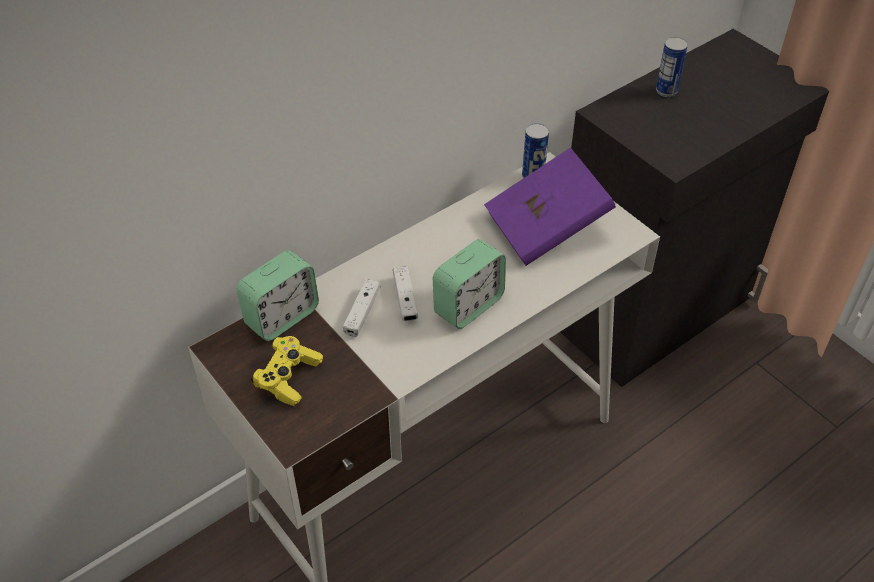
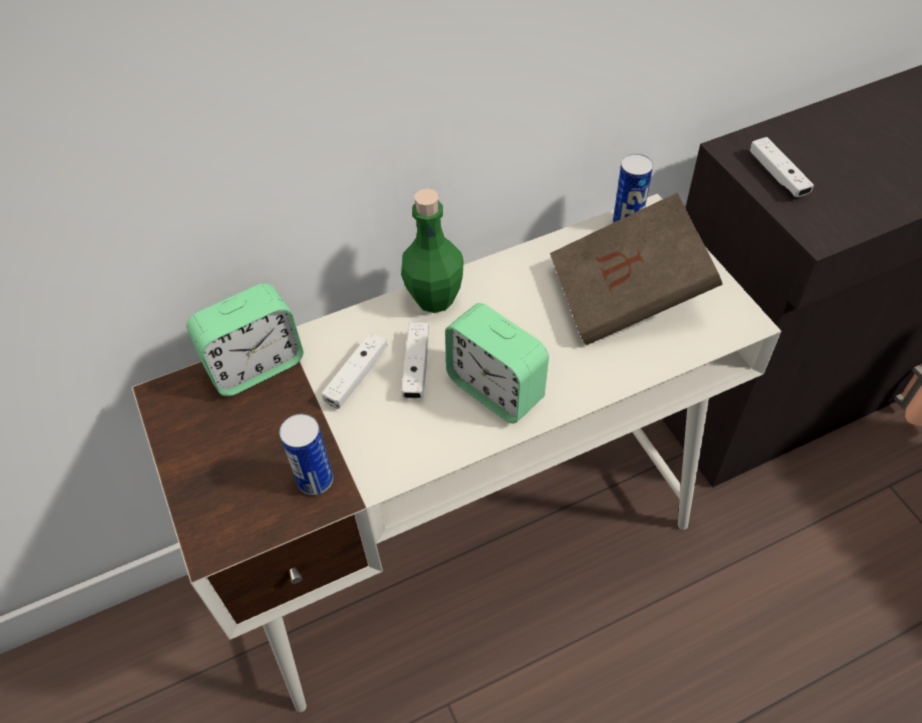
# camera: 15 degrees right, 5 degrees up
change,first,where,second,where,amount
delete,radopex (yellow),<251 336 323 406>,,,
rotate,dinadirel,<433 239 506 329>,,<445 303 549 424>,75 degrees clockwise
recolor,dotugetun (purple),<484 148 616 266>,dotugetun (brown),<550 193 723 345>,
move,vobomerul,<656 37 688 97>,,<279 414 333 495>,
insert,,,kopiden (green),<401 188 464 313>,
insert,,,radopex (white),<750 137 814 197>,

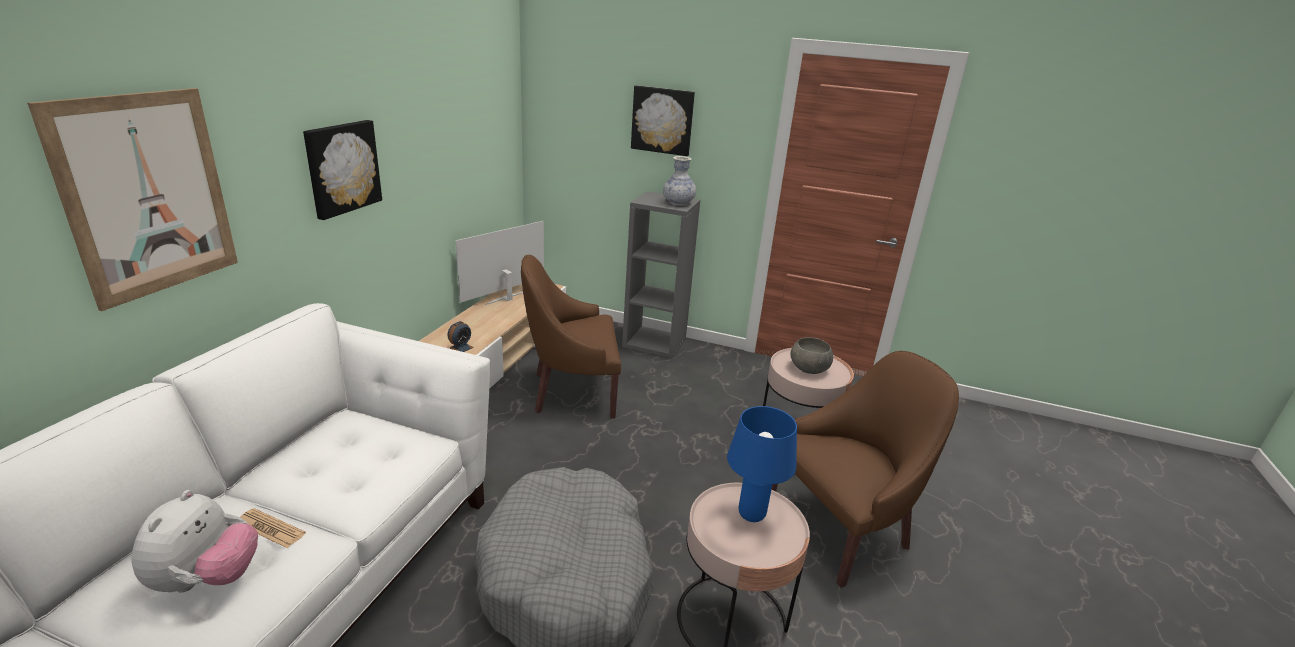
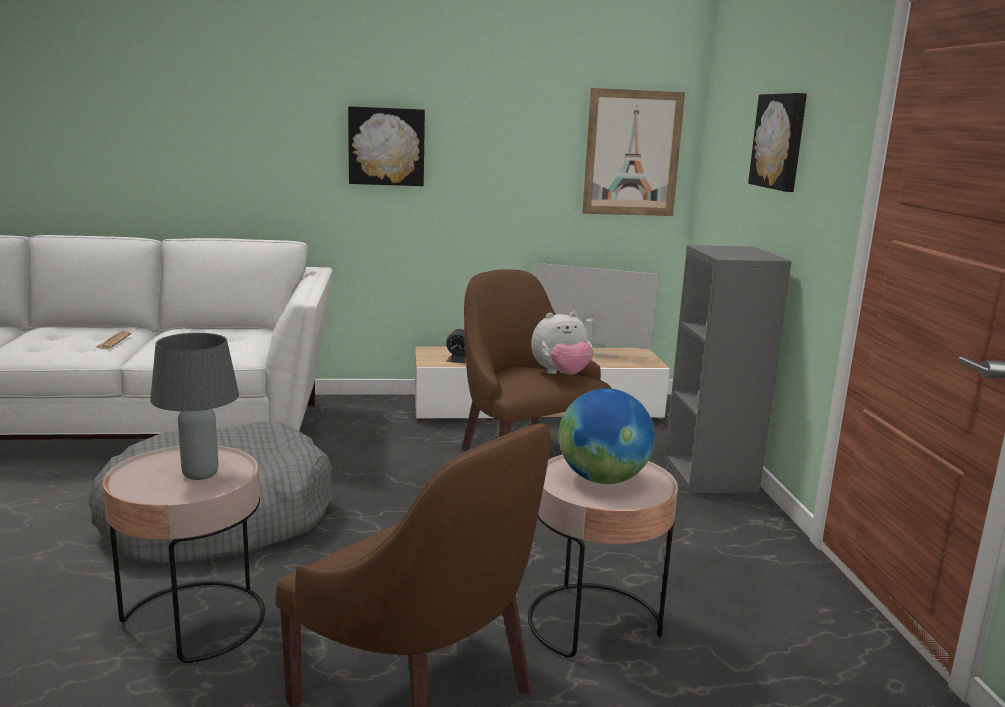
# camera: 65 degrees right, 10 degrees down
change,first,where,second,where,amount
move,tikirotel,<27 88 238 311>,,<582 88 685 216>,
move,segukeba,<132 490 258 592>,,<531 312 593 375>,
delete,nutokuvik,<663 156 696 206>,,,
recolor,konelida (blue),<727 406 797 522>,konelida (grey),<150 333 239 480>,
replace,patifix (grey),<791 337 833 374>,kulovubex,<559 388 655 484>,

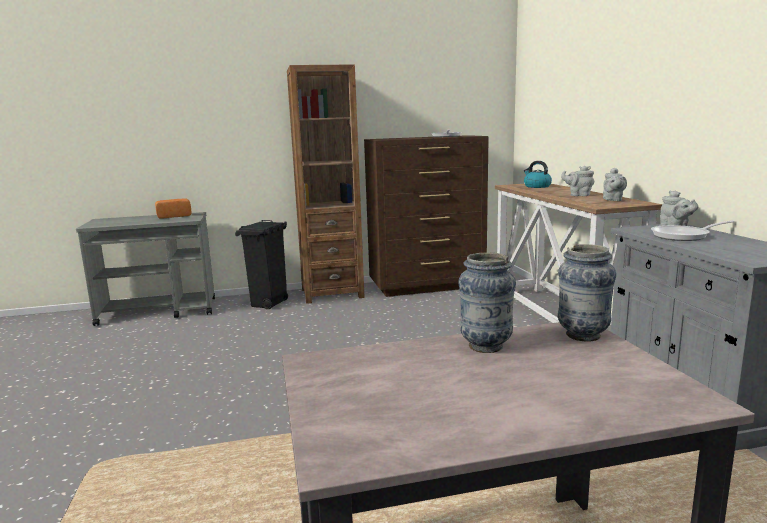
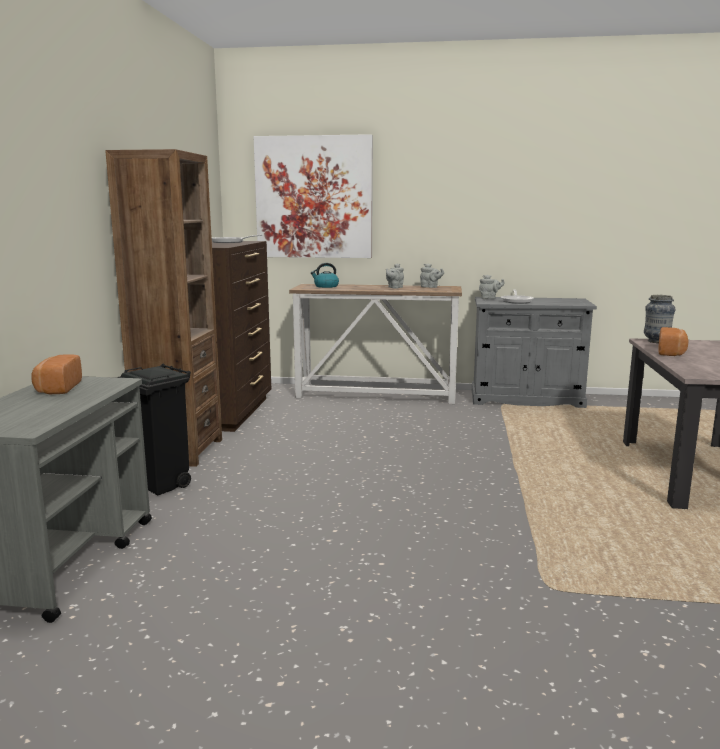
# camera: 70 degrees left, 0 degrees up
change,first,where,second,where,amount
replace,nutokuvik,<458 253 516 353>,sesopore,<659 327 688 356>,
insert,,,tikirotel,<253 134 373 258>,

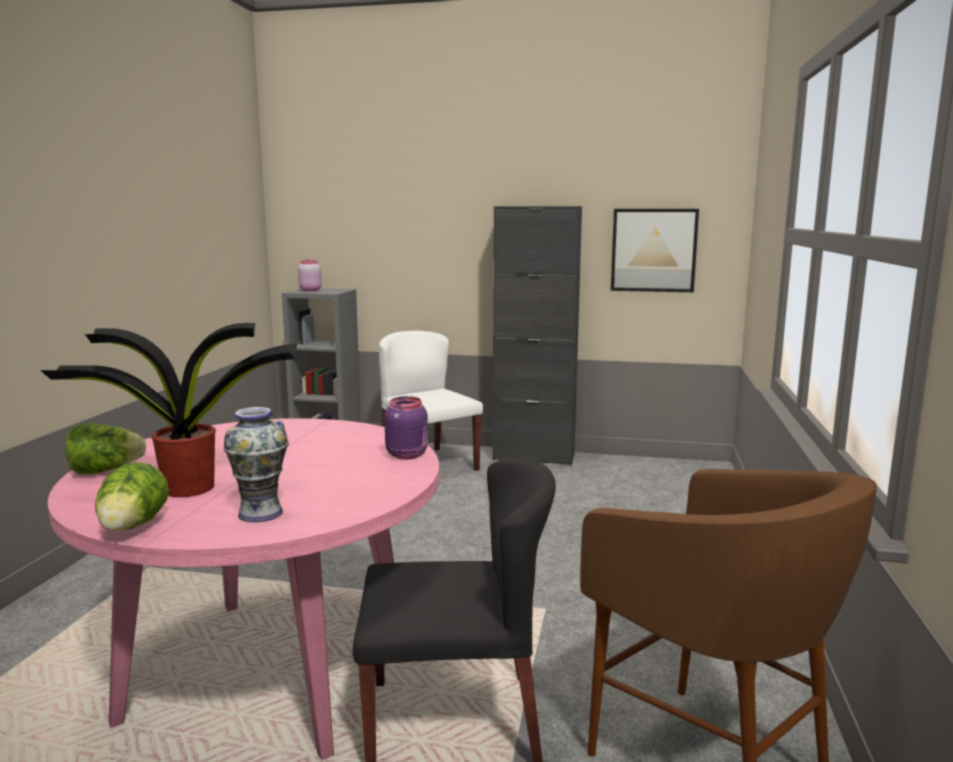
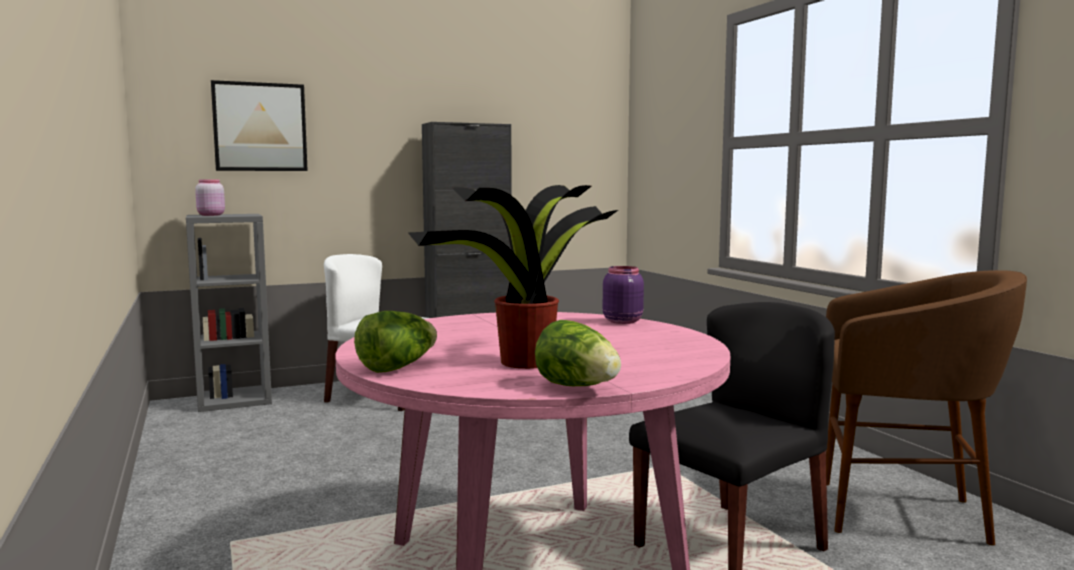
# camera: 35 degrees left, 5 degrees down
change,first,where,second,where,amount
delete,nutokuvik,<224 407 289 523>,,,
move,tikirotel,<611 209 699 292>,,<211 80 308 171>,

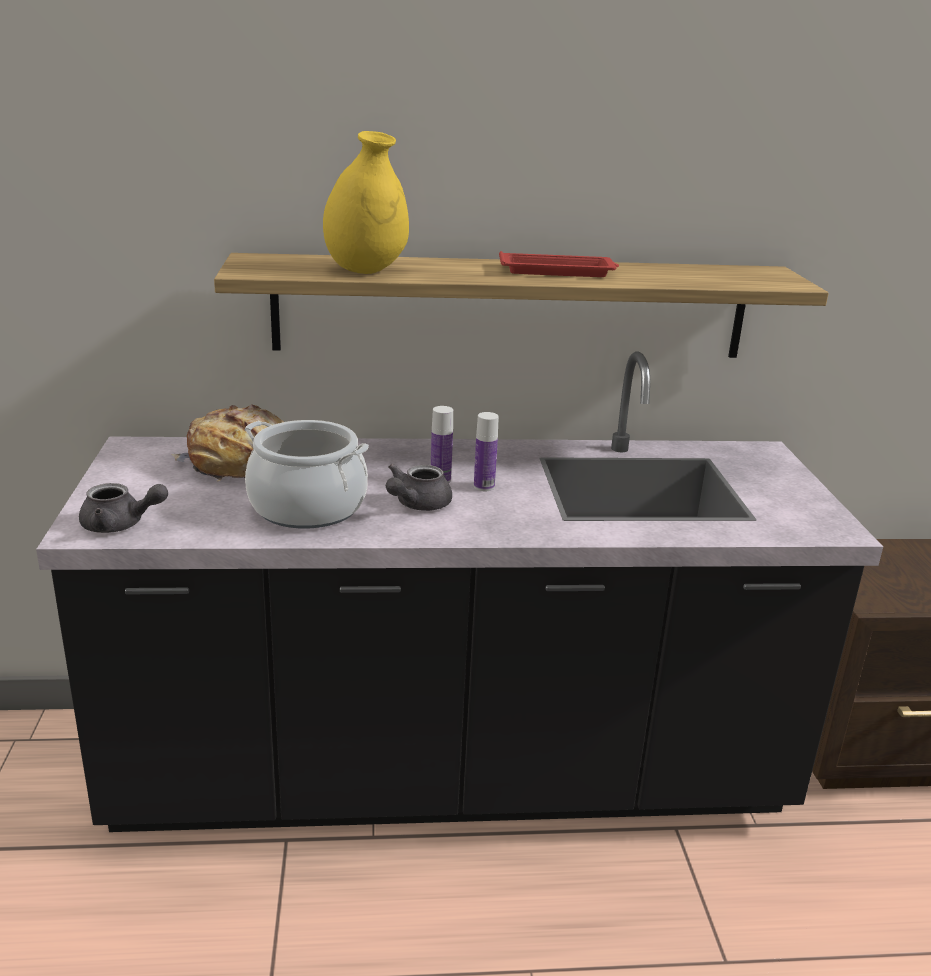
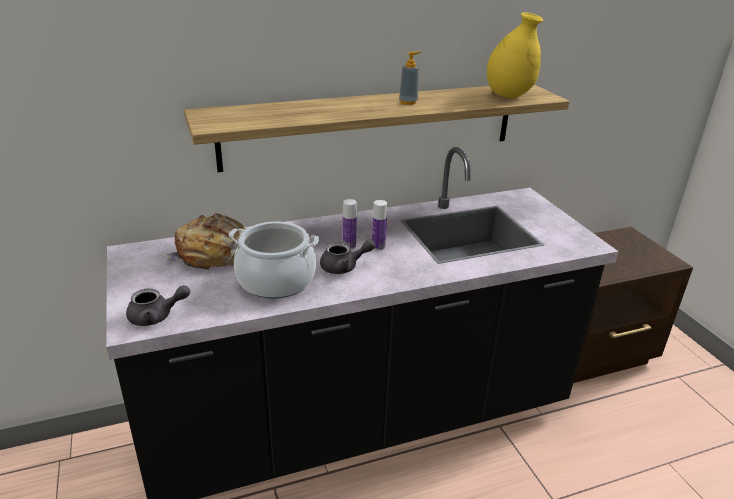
# camera: 15 degrees left, 5 degrees up
change,first,where,second,where,amount
move,nutokuvik (yellow),<323 131 409 274>,,<487 12 543 98>,
rotate,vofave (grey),<386 464 452 511>,,<320 239 376 274>,120 degrees counterclockwise
replace,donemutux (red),<499 251 619 277>,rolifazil,<399 51 421 105>,

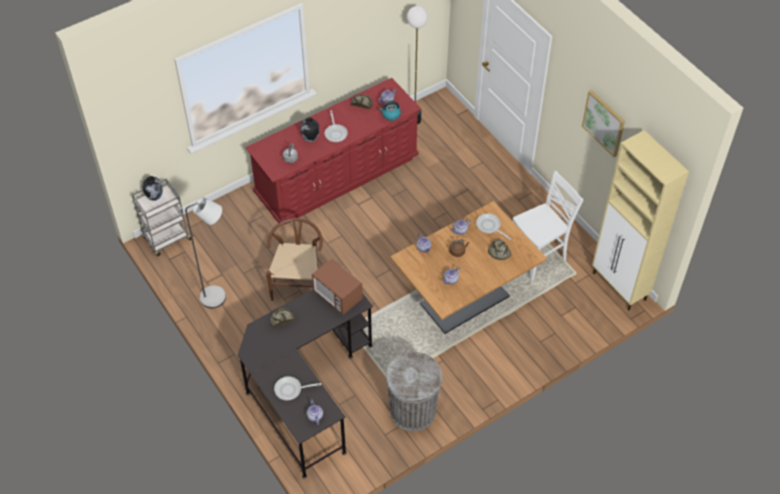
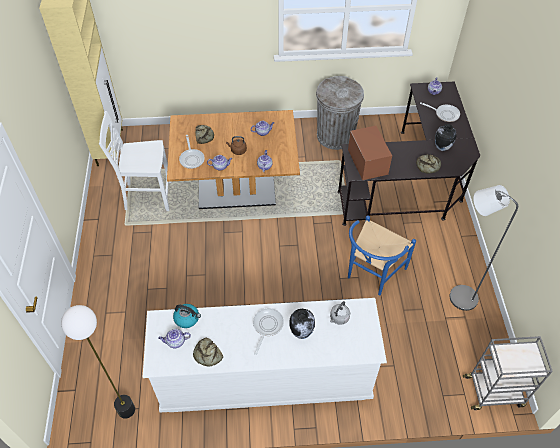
# camera: 150 degrees left, 0 degrees up
change,first,where,second,where,amount
move,nutokuvik,<142 176 163 201>,,<435 124 457 151>,
recolor,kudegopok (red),<245 78 421 225>,kudegopok (white),<142 298 387 413>,
recolor,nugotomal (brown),<266 218 323 301>,nugotomal (blue),<348 215 416 296>,
delete,tikirotel,<582 90 625 157>,,,

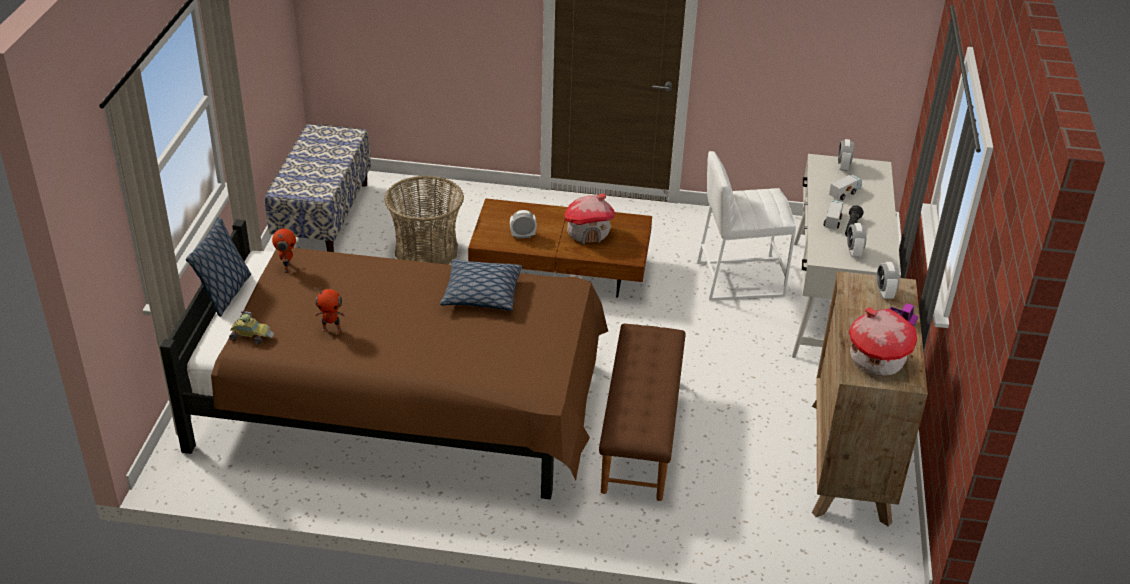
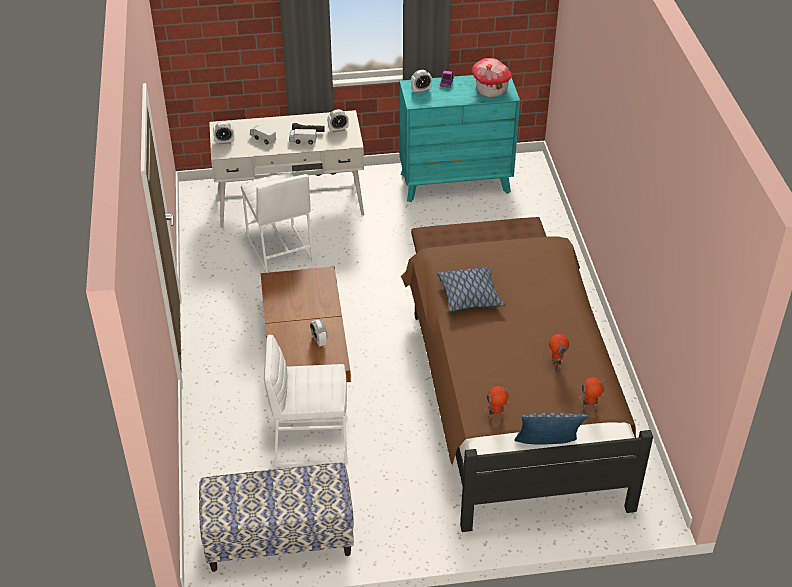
# camera: 105 degrees left, 5 degrees up
change,first,where,second,where,amount
replace,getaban,<229 310 274 345>,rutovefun,<579 377 604 410>,
replace,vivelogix,<384 175 464 265>,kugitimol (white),<264 335 347 466>,
delete,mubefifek,<565 194 615 244>,,,
recolor,kudegopok (brown),<812 271 928 527>,kudegopok (turquoise),<399 75 520 202>,

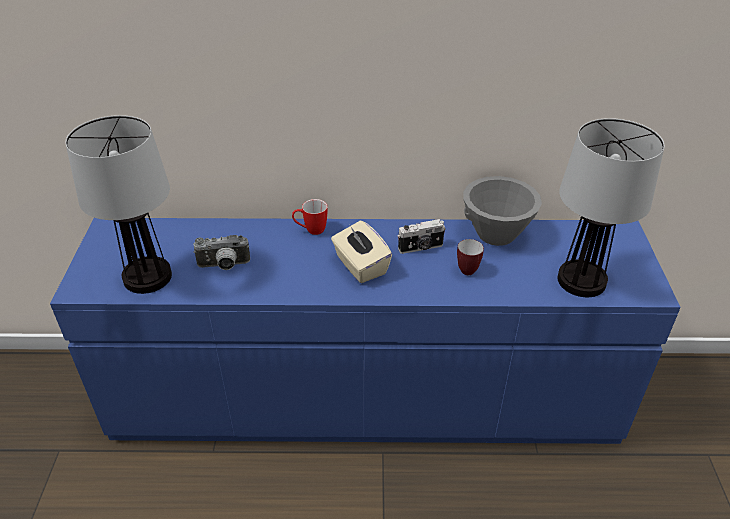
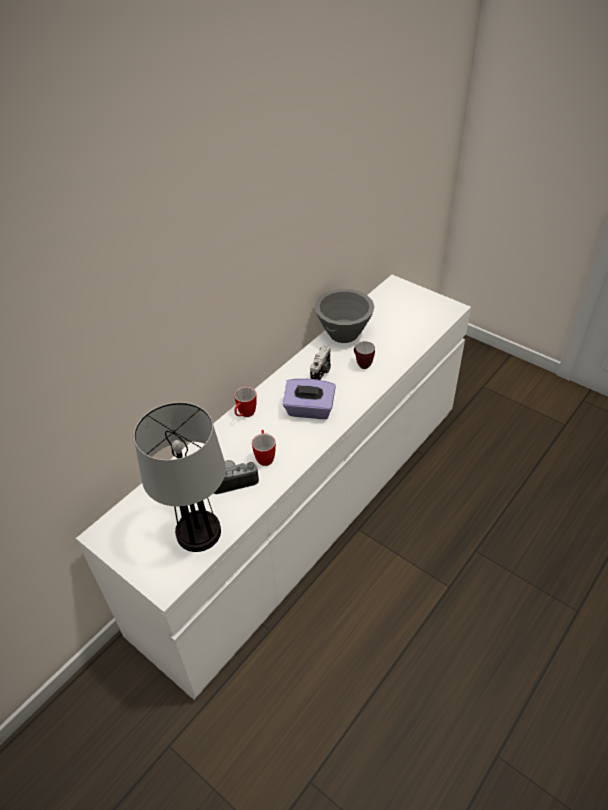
# camera: 50 degrees left, 5 degrees up
change,first,where,second,where,amount
recolor,kudegopok (blue),<50 218 681 444>,kudegopok (white),<76 275 471 700>,
rotate,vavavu,<193 235 250 270>,,<214 460 259 494>,135 degrees counterclockwise
recolor,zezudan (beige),<331 221 392 283>,zezudan (purple),<283 378 336 419>,
delete,konelida,<557 118 665 297>,,,
insert,,,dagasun,<252 430 276 466>,

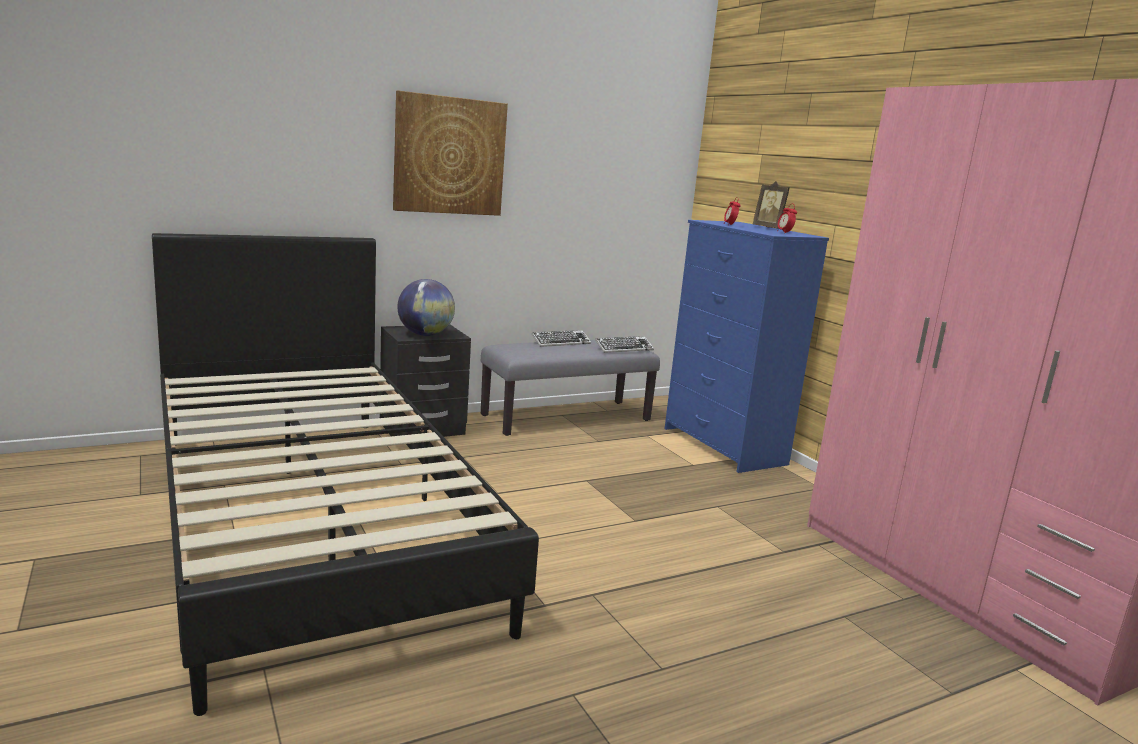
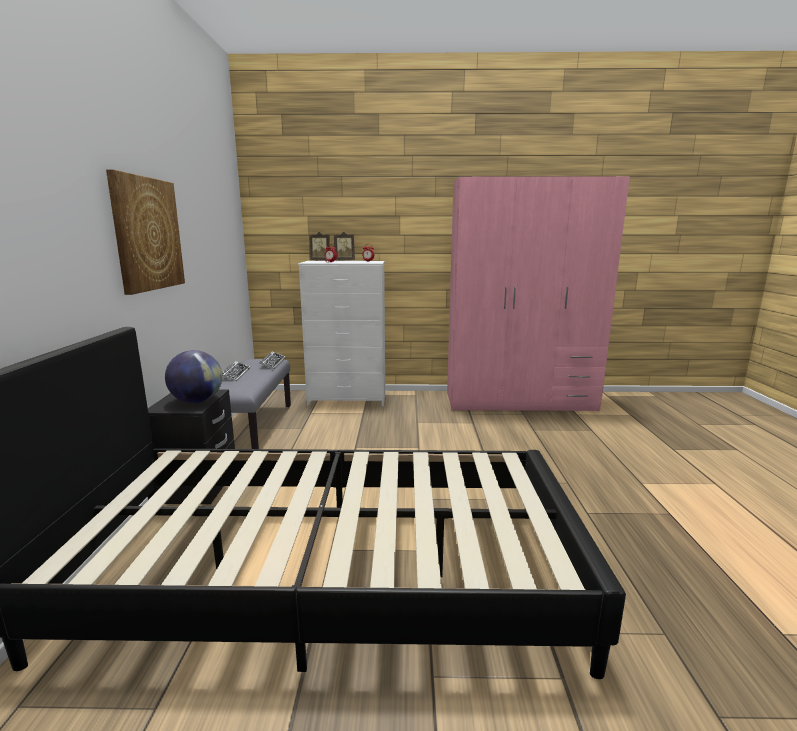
# camera: 60 degrees left, 0 degrees up
change,first,where,second,where,amount
recolor,kudegopok (blue),<665 220 829 473>,kudegopok (white),<298 261 385 406>,
insert,,,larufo,<309 232 330 261>,

